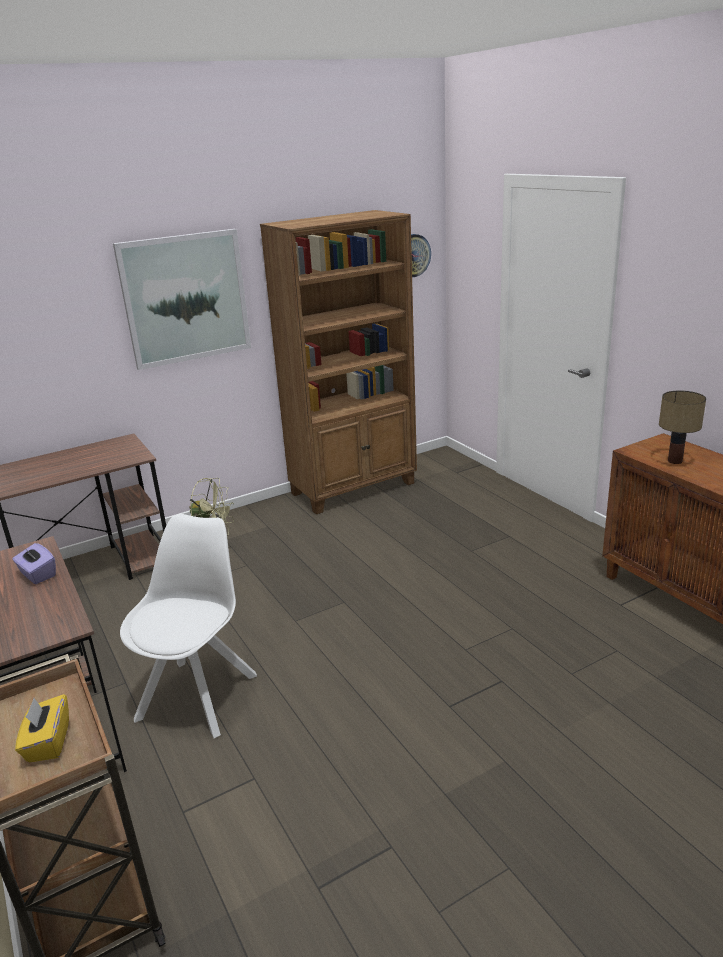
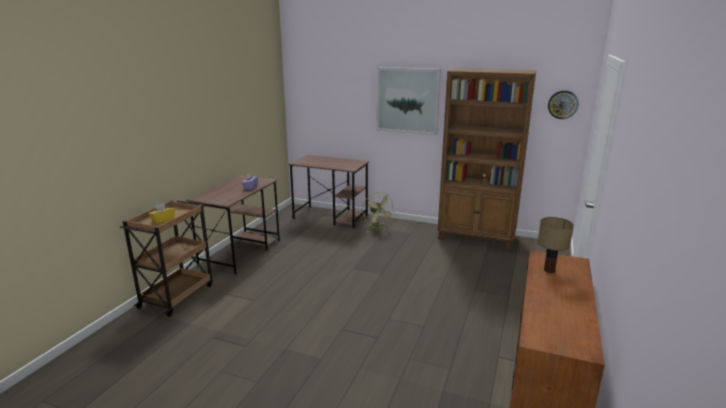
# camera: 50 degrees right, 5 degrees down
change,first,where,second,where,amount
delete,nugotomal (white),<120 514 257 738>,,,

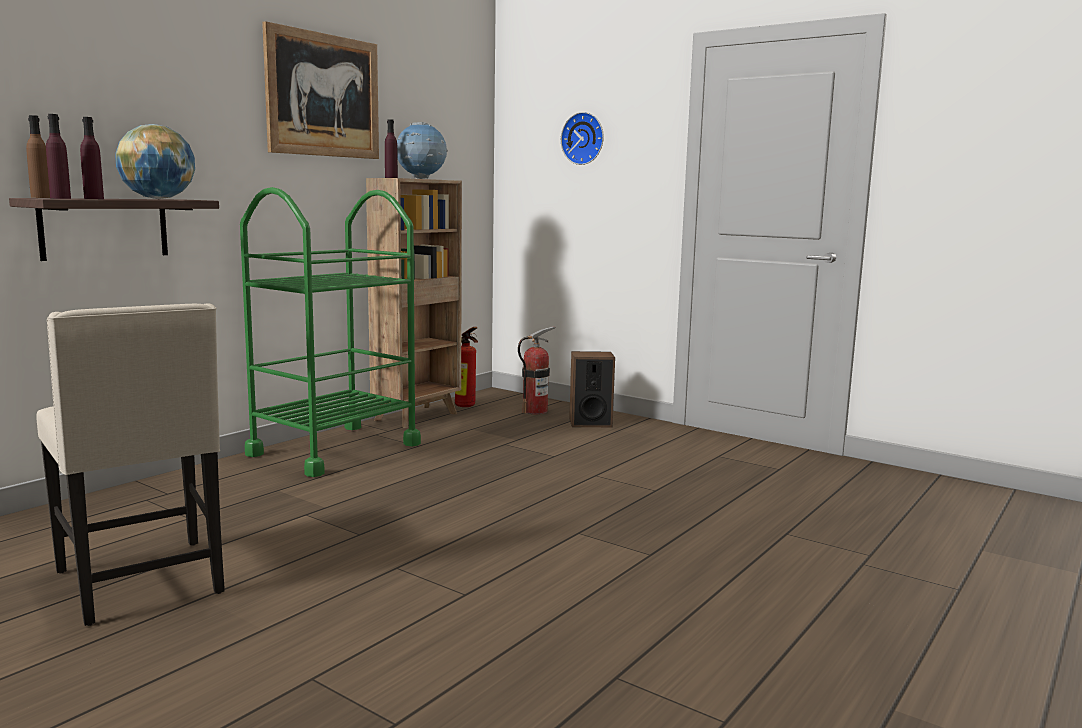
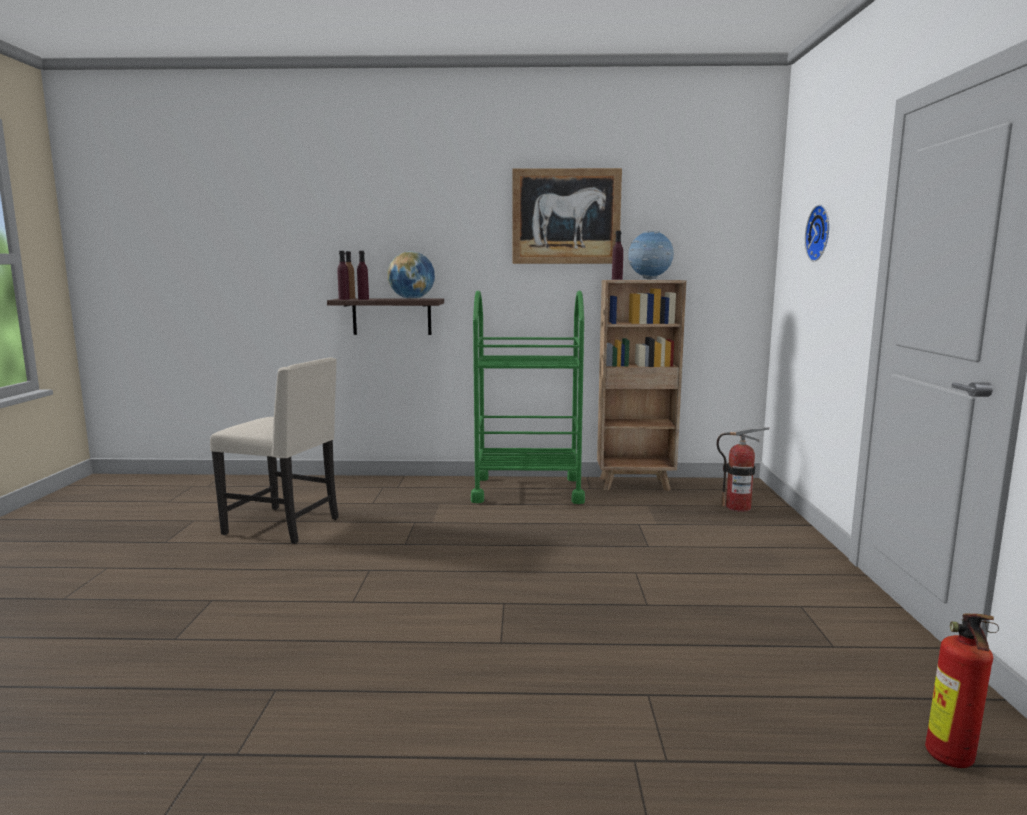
# camera: 55 degrees right, 0 degrees up
change,first,where,second,where,amount
rotate,nugotomal (beige),<36 304 225 626>,,<210 357 338 544>,90 degrees counterclockwise
move,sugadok,<455 327 478 407>,,<925 614 999 768>,
delete,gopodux,<569 351 615 427>,,,

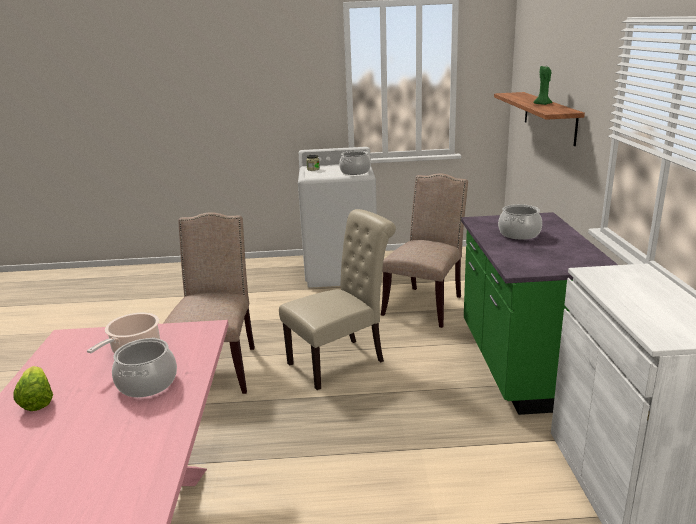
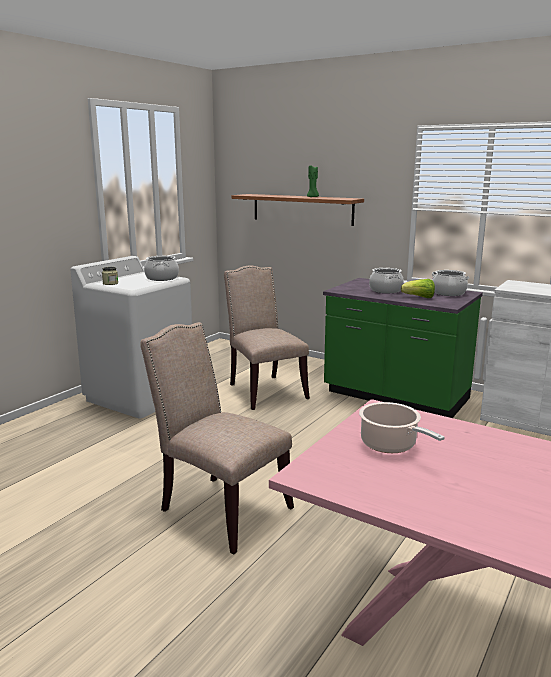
# camera: 55 degrees left, 5 degrees down
change,first,where,second,where,amount
move,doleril,<13 366 53 411>,,<401 279 435 298>,
move,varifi,<112 338 177 398>,,<432 270 469 296>,
delete,nugotomal (beige),<279 209 396 390>,,,

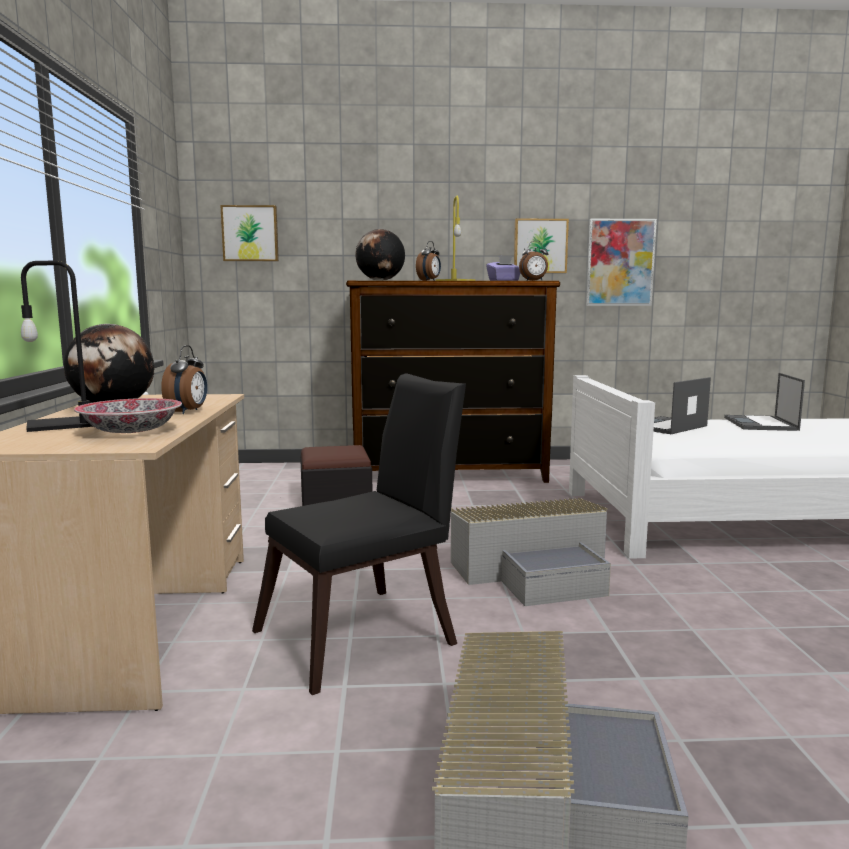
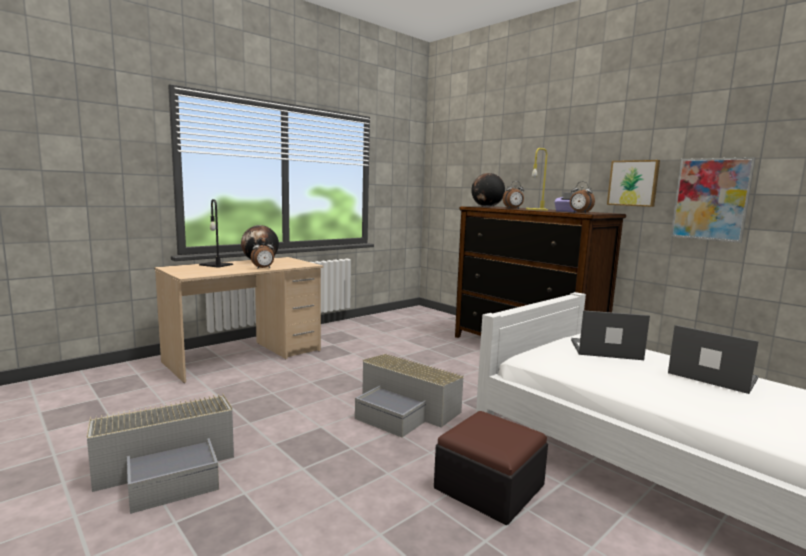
# camera: 50 degrees right, 0 degrees up
change,first,where,second,where,amount
delete,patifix,<74 398 182 433>,,,
delete,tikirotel,<220 205 279 261>,,,
delete,nugotomal (black),<252 374 466 695>,,,
move,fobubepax,<300 445 372 506>,,<434 411 548 525>,
rotate,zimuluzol,<724 373 805 431>,,<668 325 759 394>,75 degrees clockwise

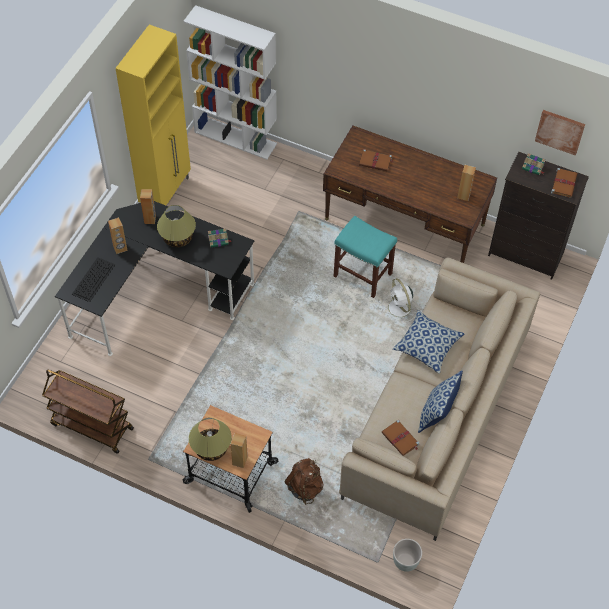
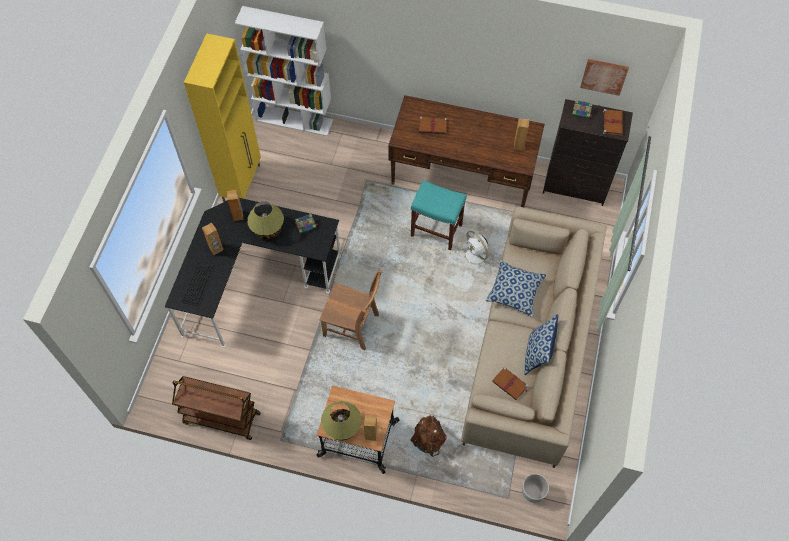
# camera: 10 degrees left, 5 degrees up
change,first,where,second,where,amount
insert,,,nugotomal (brown),<320 270 382 350>,

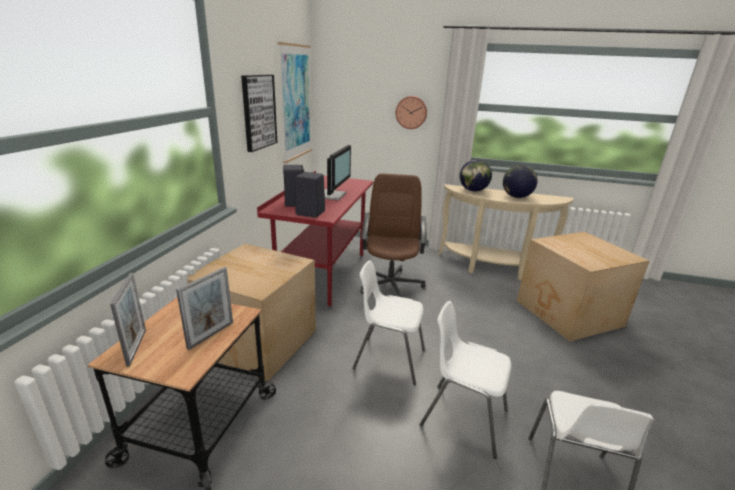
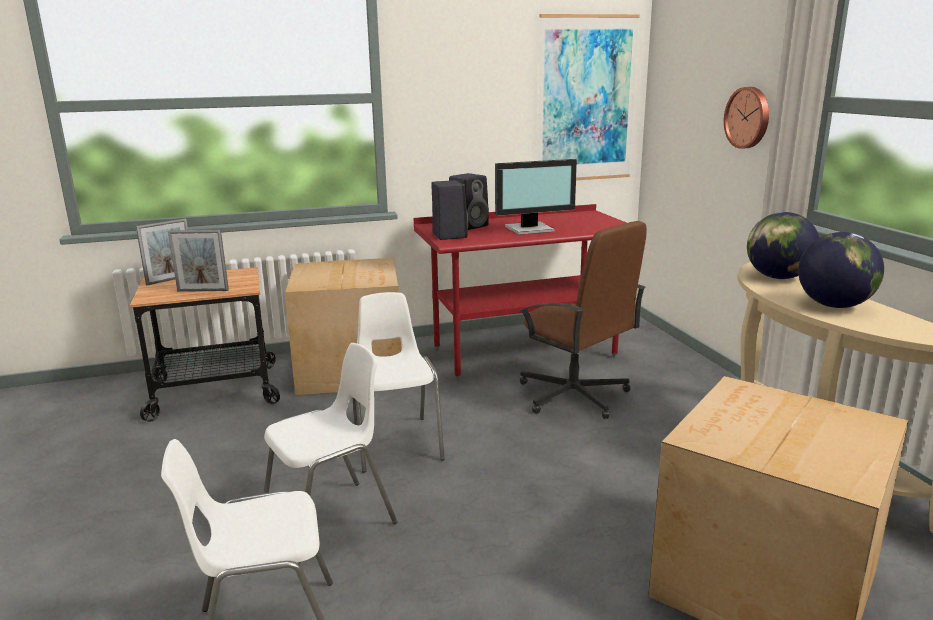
# camera: 60 degrees right, 5 degrees down
change,first,where,second,where,amount
delete,tikirotel,<241 75 277 152>,,,
rotate,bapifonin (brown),<360 173 427 297>,,<520 221 647 419>,75 degrees clockwise
rotate,nugotomal (white),<419 301 511 459>,,<263 343 397 565>,60 degrees clockwise

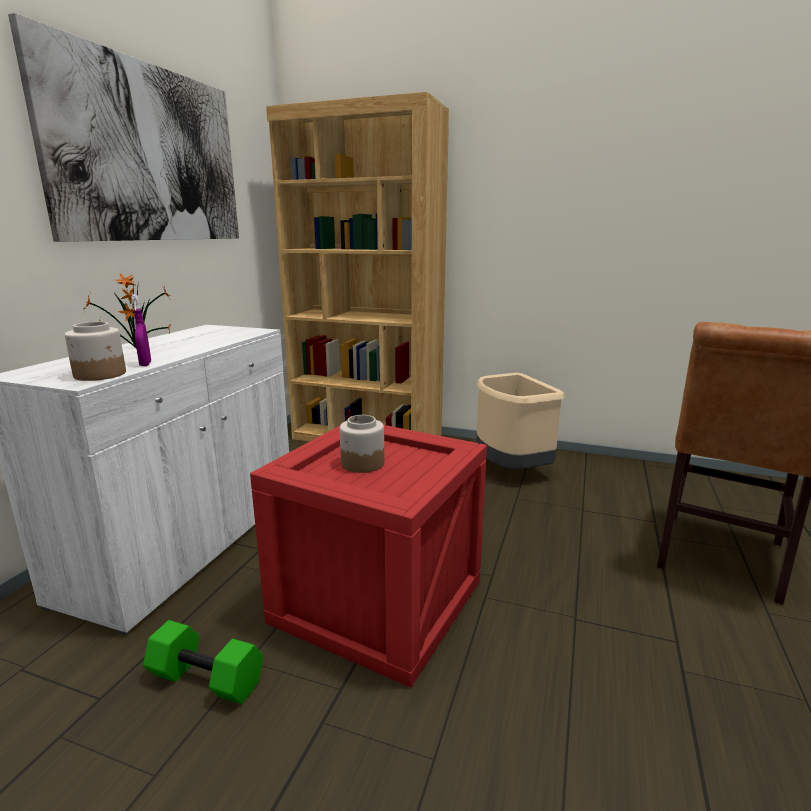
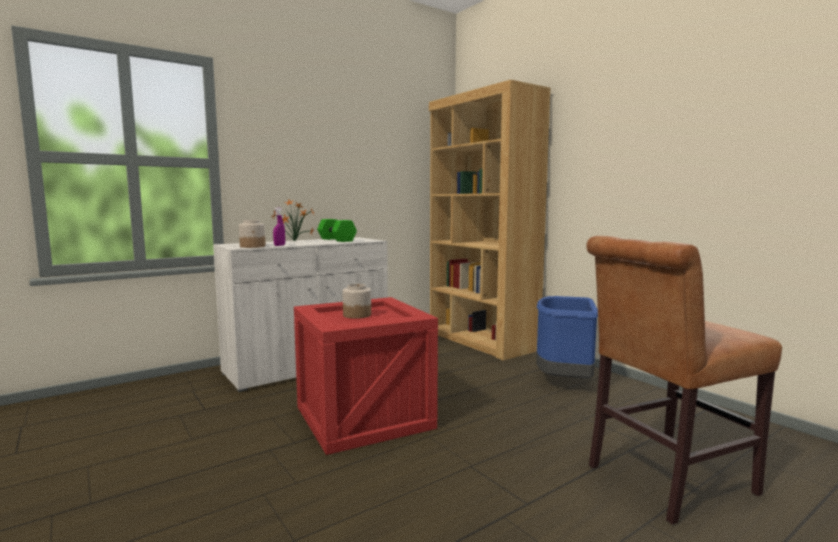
# camera: 35 degrees right, 10 degrees down
change,first,where,second,where,amount
delete,tikirotel,<8 13 239 242>,,,
move,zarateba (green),<143 620 263 704>,,<317 219 357 242>,
recolor,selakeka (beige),<476 373 565 469>,selakeka (blue),<536 296 598 379>,

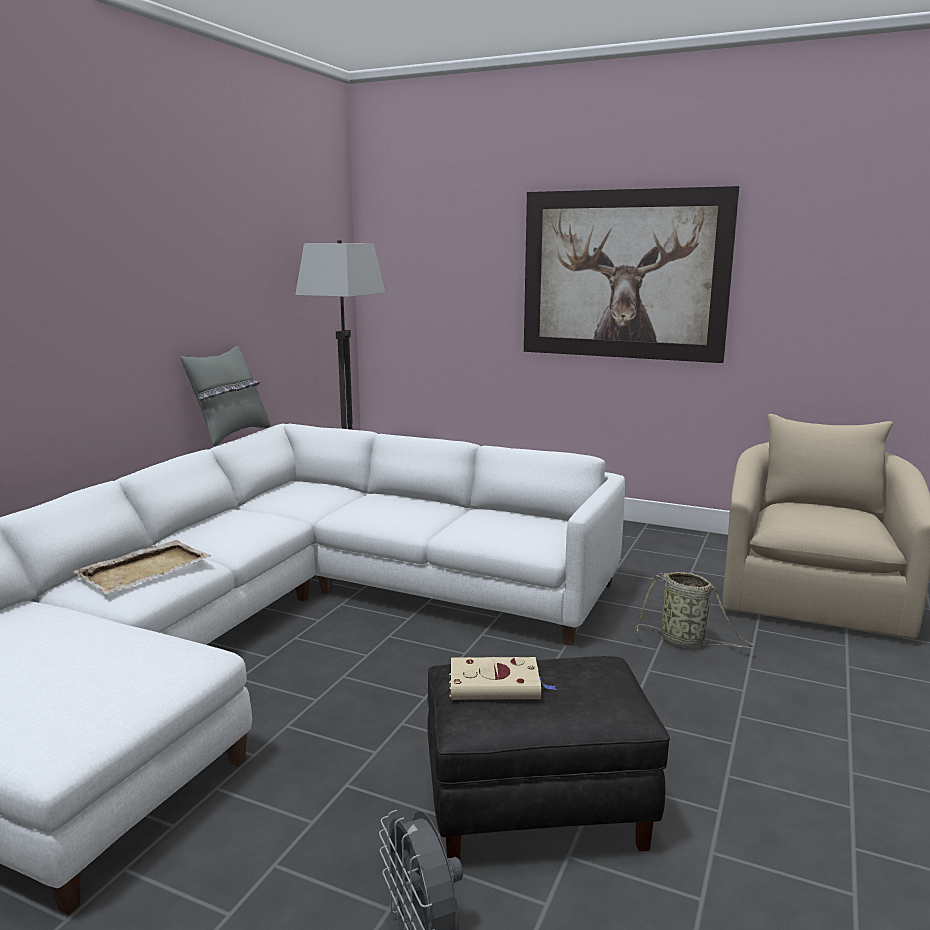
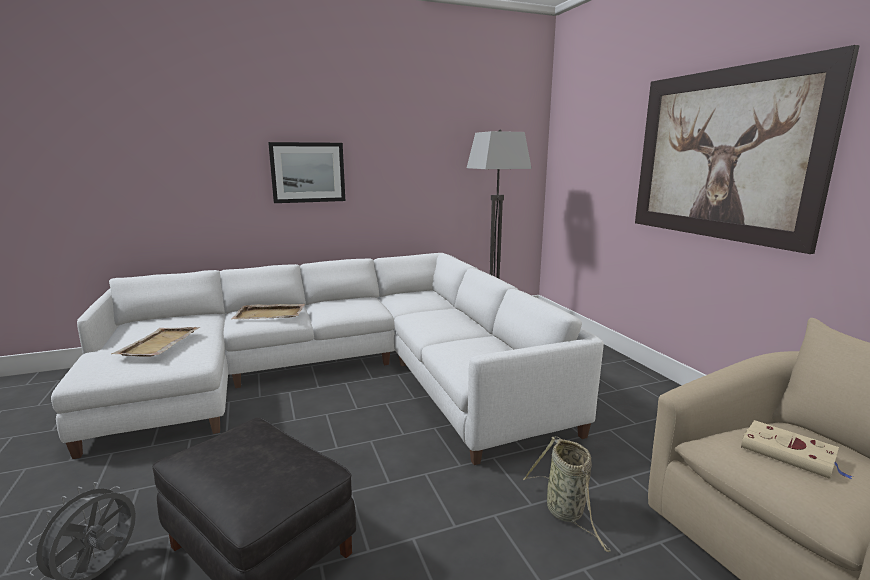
# camera: 45 degrees right, 0 degrees up
change,first,where,second,where,amount
delete,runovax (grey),<181 346 270 446>,,,
move,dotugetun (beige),<449 657 557 700>,,<741 420 853 479>,
insert,,,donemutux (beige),<111 327 200 357>,
insert,,,tikirotel,<268 142 345 203>,

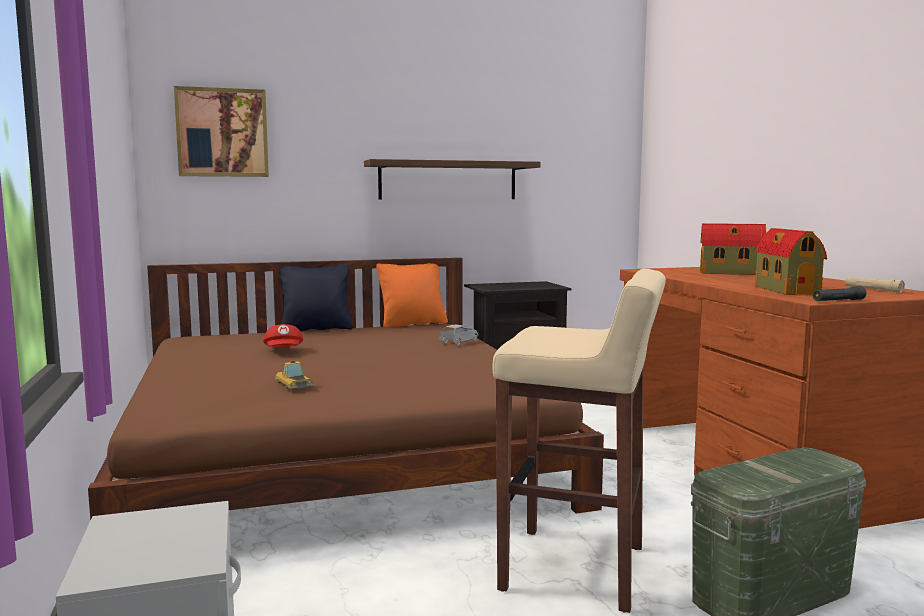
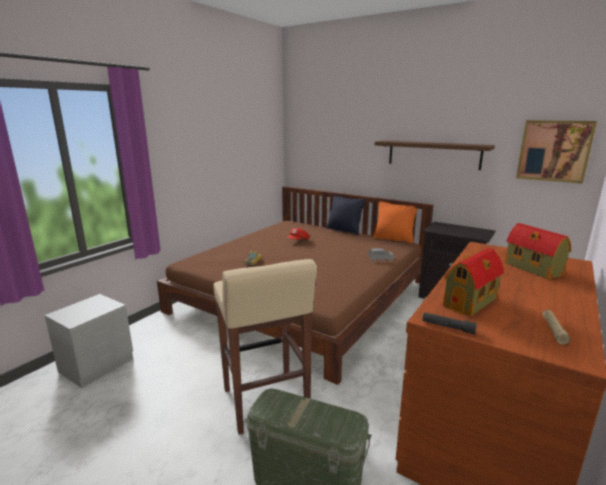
# camera: 50 degrees right, 10 degrees up
change,first,where,second,where,amount
move,tikirotel,<174 86 269 177>,,<516 120 597 184>,

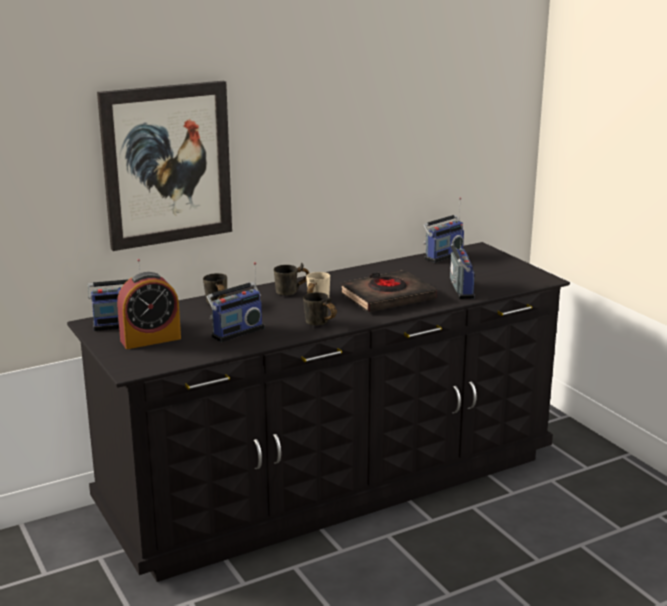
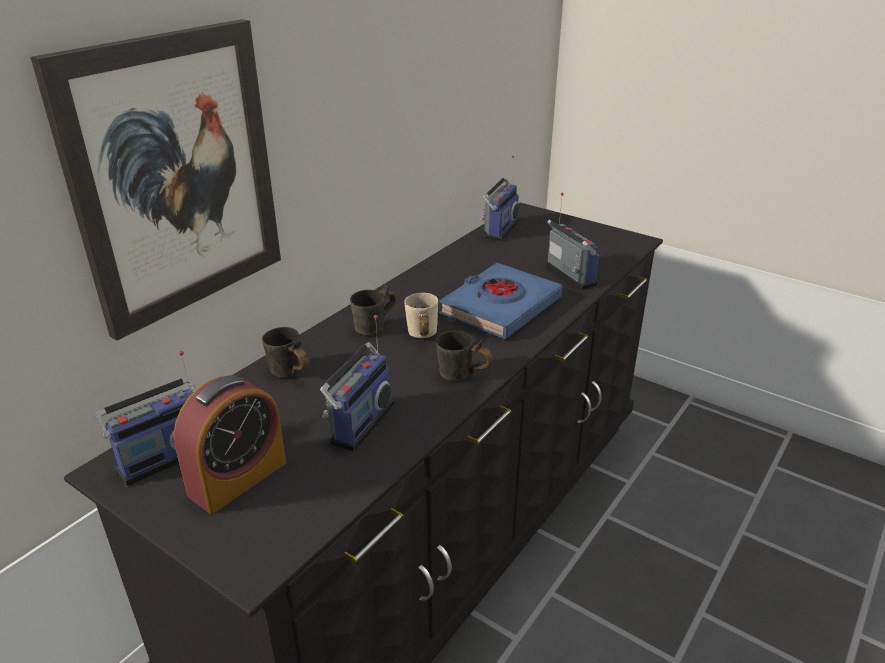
# camera: 25 degrees left, 10 degrees up
change,first,where,second,where,amount
recolor,dotugetun (black),<340 270 437 312>,dotugetun (blue),<439 263 562 339>,

